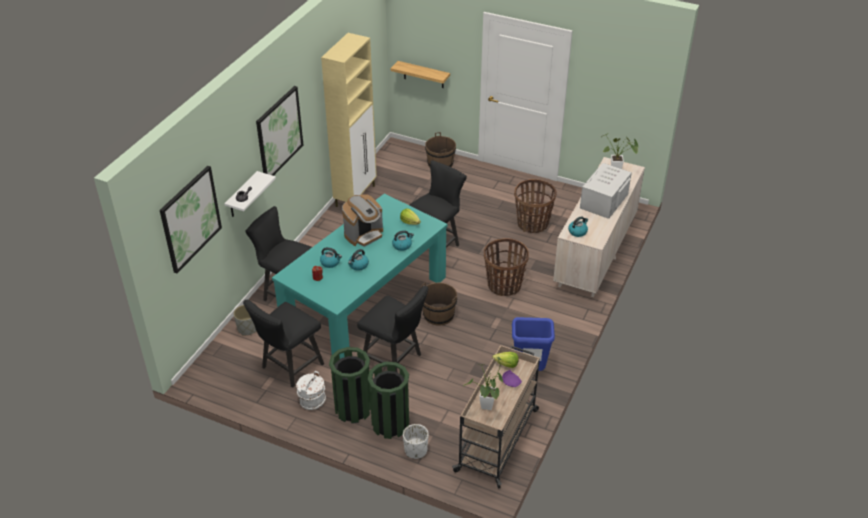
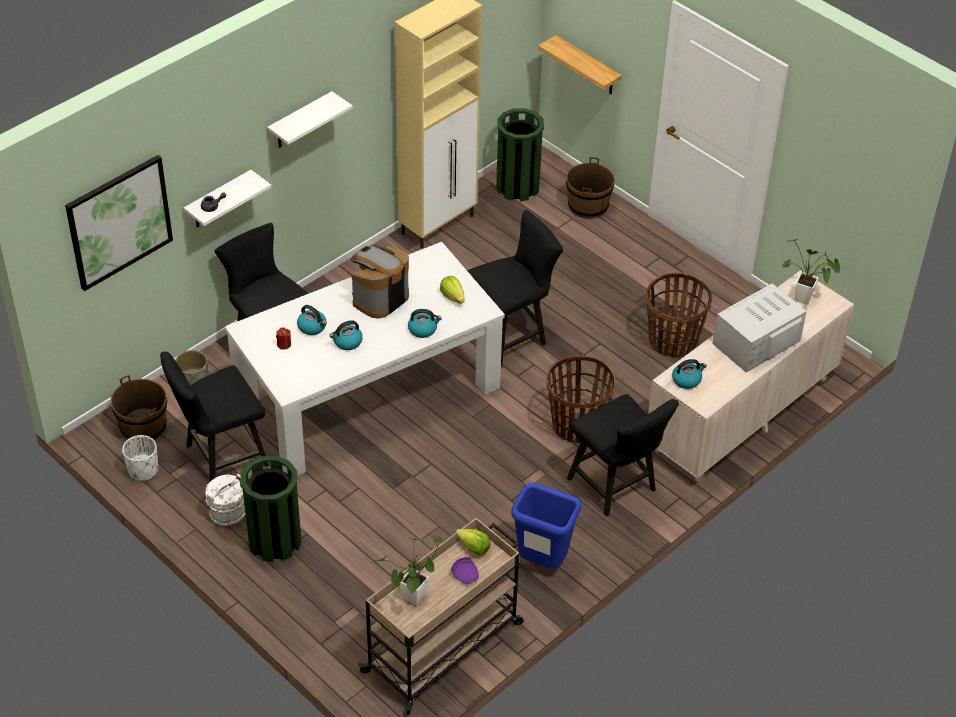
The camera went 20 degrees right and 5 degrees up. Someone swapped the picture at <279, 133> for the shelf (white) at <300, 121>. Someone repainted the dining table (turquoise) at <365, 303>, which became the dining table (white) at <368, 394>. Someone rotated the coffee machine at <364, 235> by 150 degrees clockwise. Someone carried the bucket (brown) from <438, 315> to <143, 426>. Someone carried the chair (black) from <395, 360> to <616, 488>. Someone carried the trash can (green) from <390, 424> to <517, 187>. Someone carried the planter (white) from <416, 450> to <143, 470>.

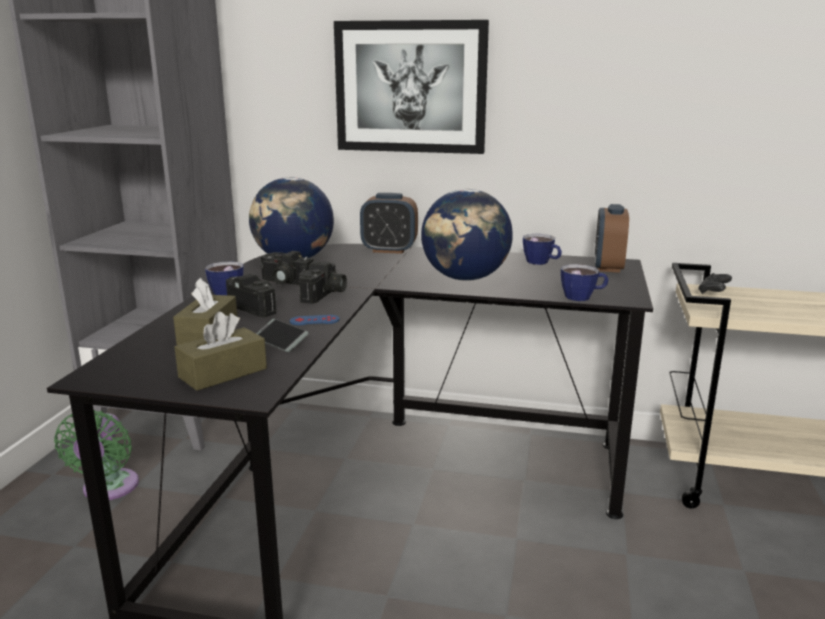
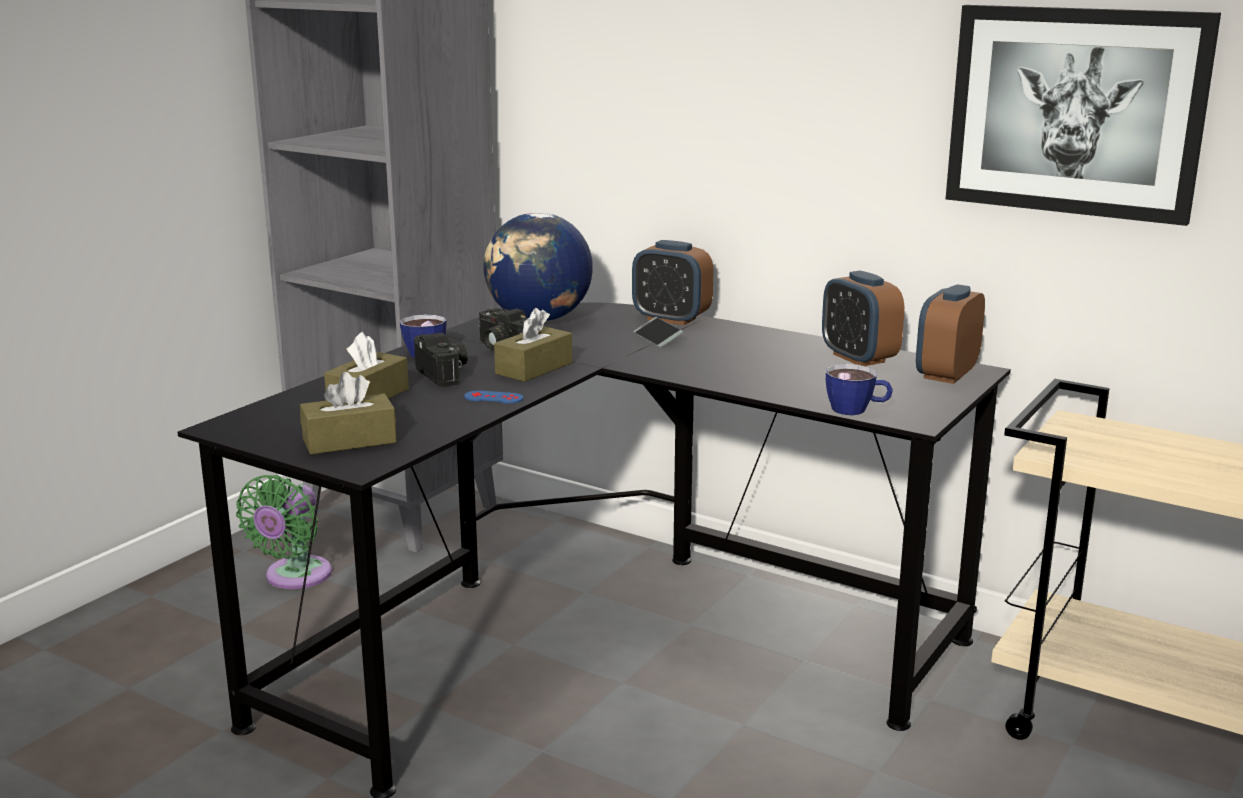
The camera went 20 degrees right and 0 degrees up. Someone carried the picture from <410, 87> to <1075, 111>. Someone took away the globe at <465, 278>. Someone swapped the cup at <542, 262> for the alarm clock at <858, 358>. Someone swapped the photo camera at <324, 295> for the tissue box (brown) at <534, 368>. Someone took away the game controller (black) at <713, 292>. Someone carried the phone from <281, 341> to <657, 338>.

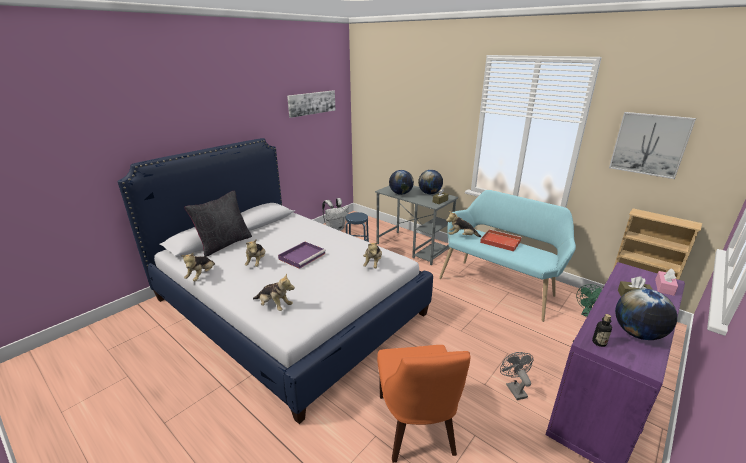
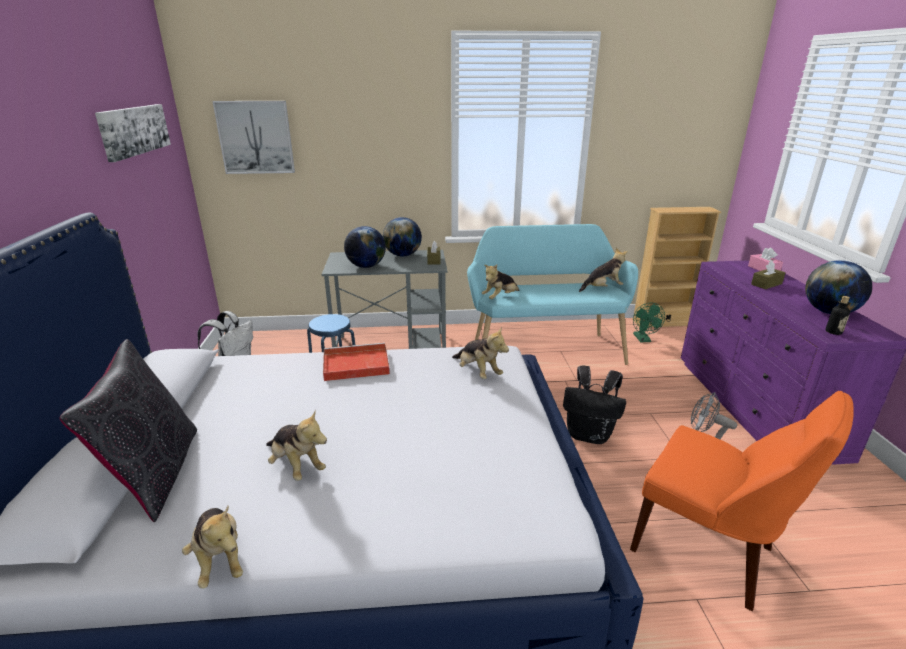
The camera went 45 degrees left and 0 degrees up. Someone carried the picture from <649, 144> to <255, 137>. Someone carried the tray (red) from <499, 241> to <354, 365>. Someone took away the tray (purple) at <302, 256>. Someone carried the plush toy from <274, 306> to <602, 288>. Someone put down the backpack (black) at <589, 435>.

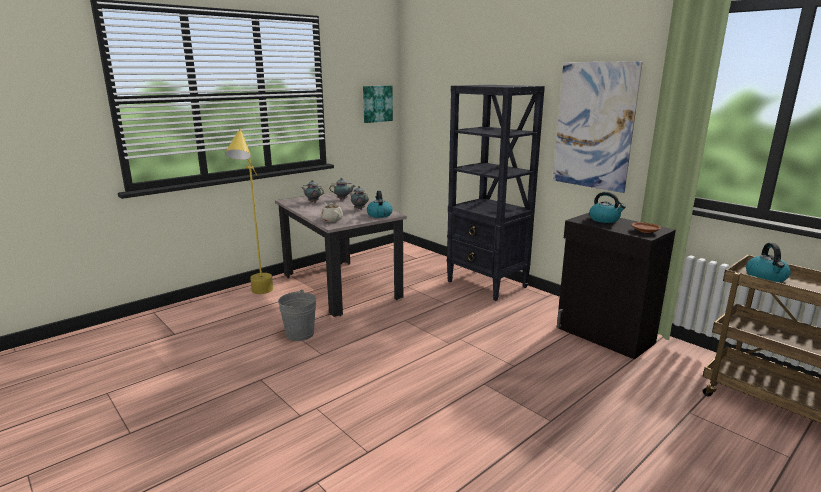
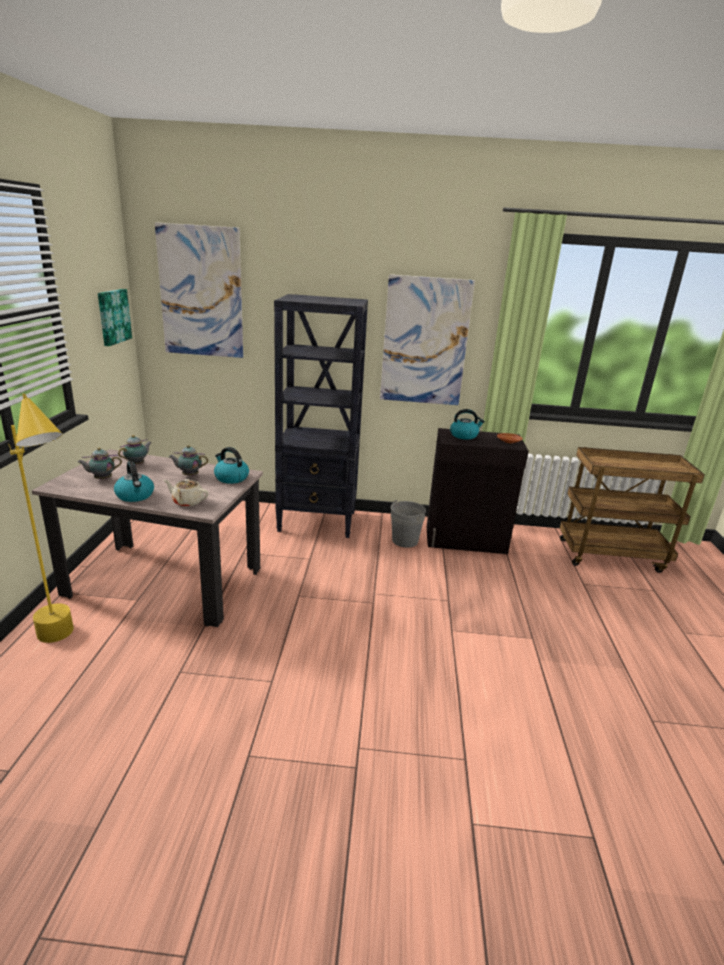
The camera went 45 degrees left and 5 degrees up. Someone carried the kettle from <766, 277> to <135, 496>. Someone carried the bucket (grey) from <300, 334> to <405, 540>. Someone put up the picture at <201, 292>.

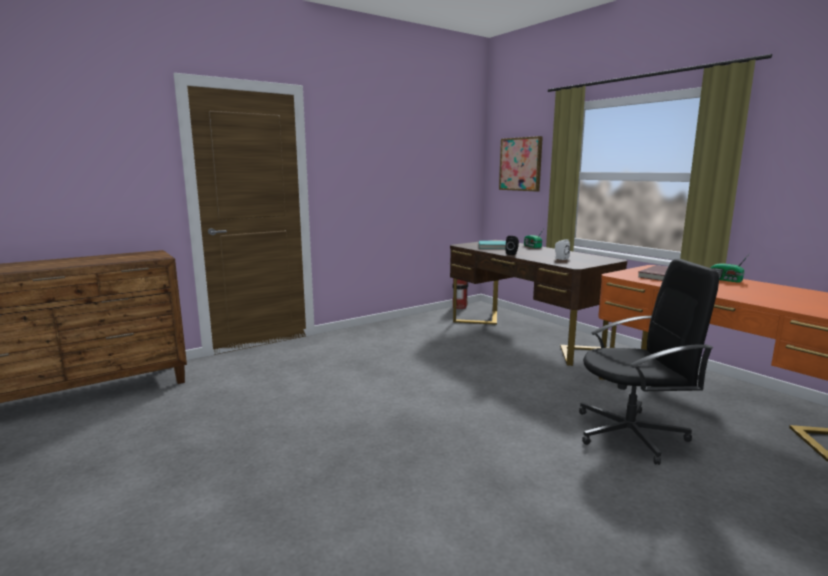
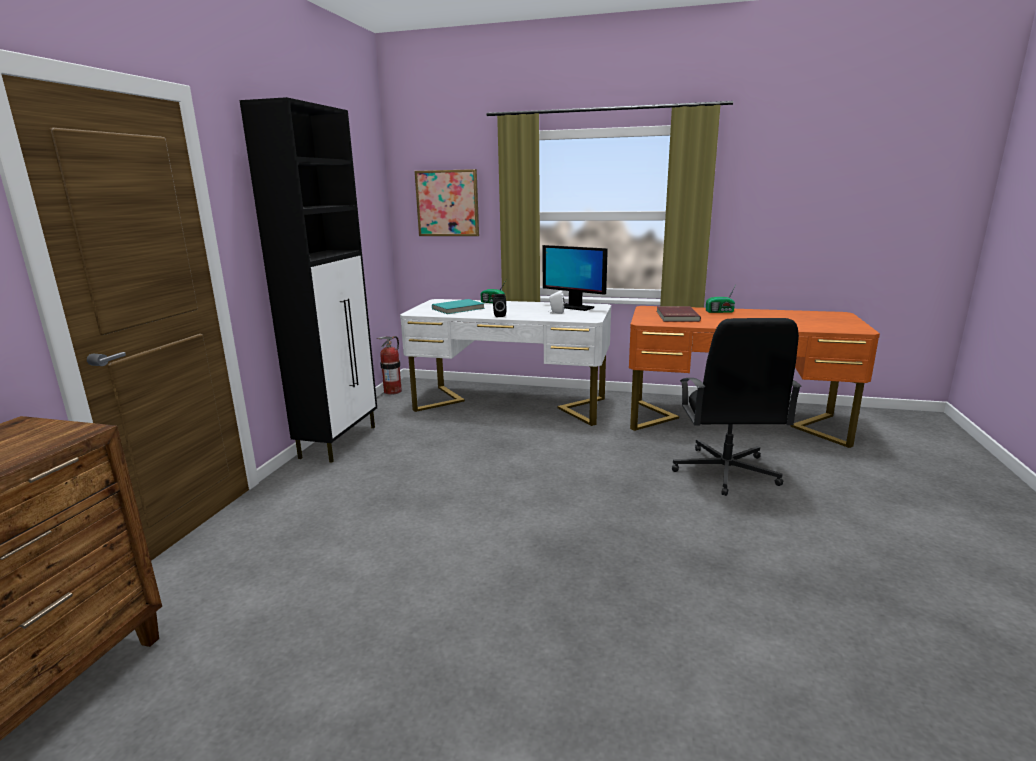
The camera went 40 degrees left and 5 degrees up. Someone repainted the desk (brown) at <526, 334>, which became the desk (white) at <510, 404>. Someone rotated the office chair (black) at <631, 434> by 135 degrees clockwise. Someone put down the cabinet (black) at <339, 441>. Someone put down the monitor at <575, 307>.

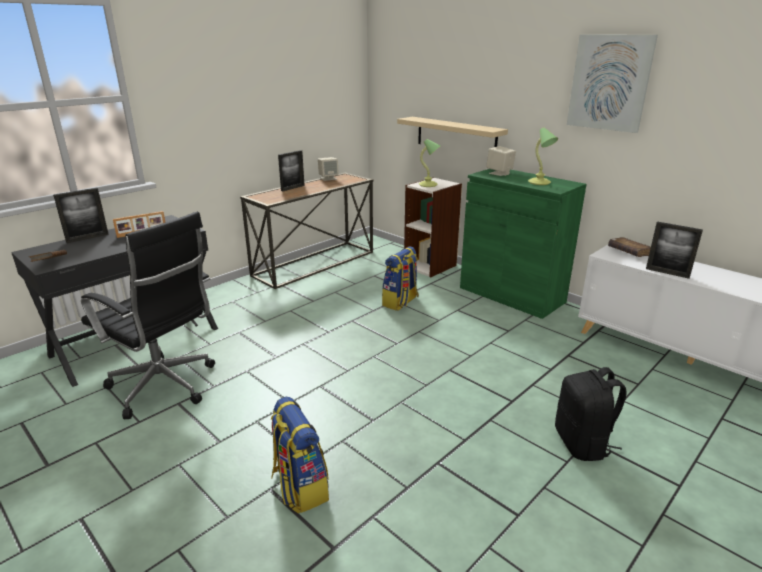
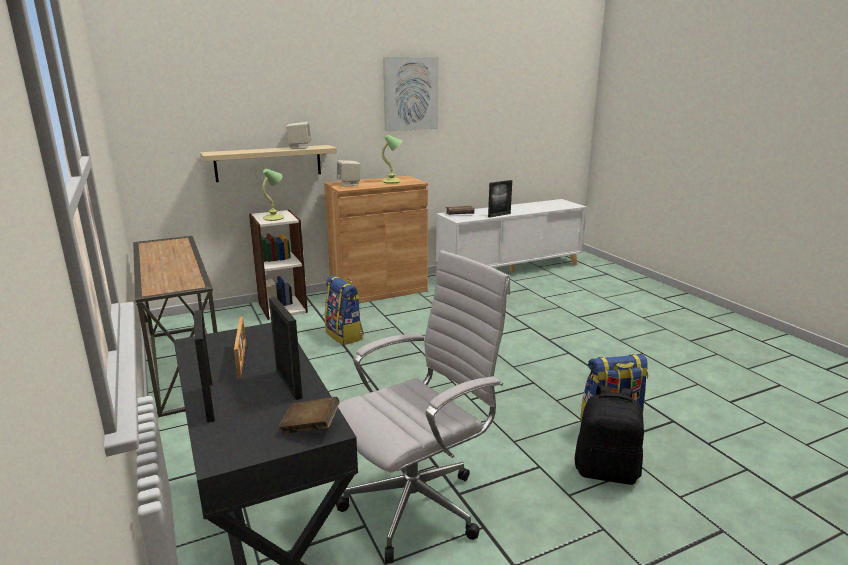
The camera went 70 degrees left and 5 degrees down. Someone carried the picture frame from <292, 188> to <288, 384>. Someone carried the speaker (beige) from <328, 178> to <299, 147>. Someone repainted the cabinet (green) at <511, 295>, which became the cabinet (brown) at <379, 291>. Someone repainted the office chair (black) at <165, 387>, which became the office chair (white) at <419, 504>. Someone carried the backpack (black) from <582, 444> to <606, 471>.

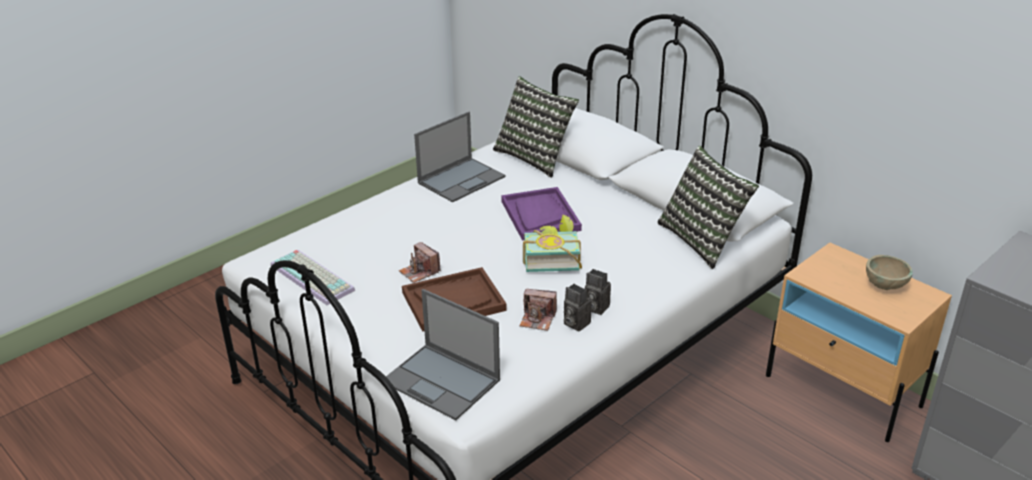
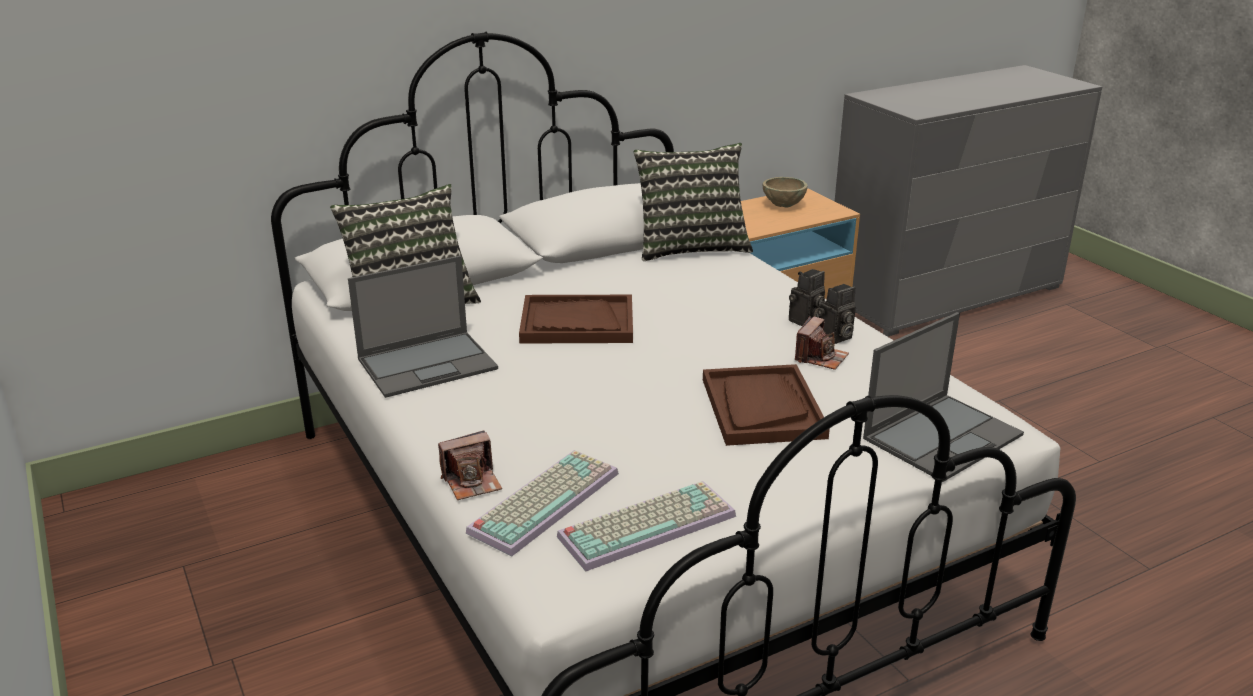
The camera went 75 degrees left and 5 degrees down. Someone rotated the laptop at <462, 179> by 90 degrees clockwise. Someone repainted the tray (purple) at <540, 215>, which became the tray (brown) at <577, 323>. Someone took away the book at <551, 258>. Someone carried the photo camera from <419, 272> to <472, 482>. Someone put down the keyboard at <544, 500>.

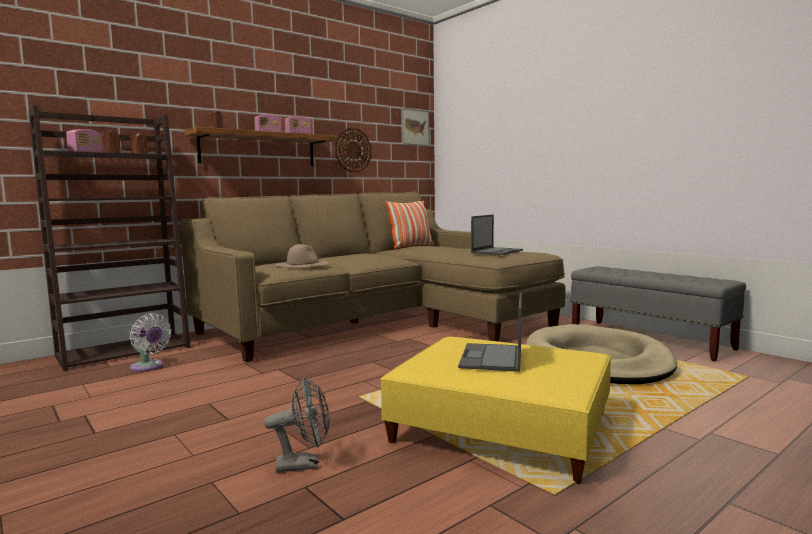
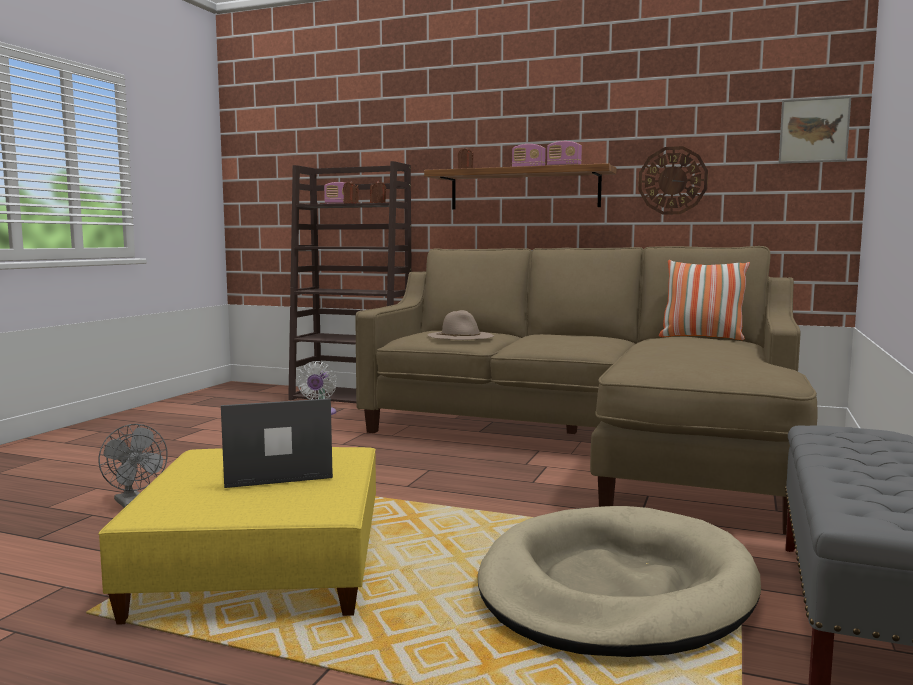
The camera went 60 degrees right and 0 degrees up. Someone took away the laptop at <497, 251>.

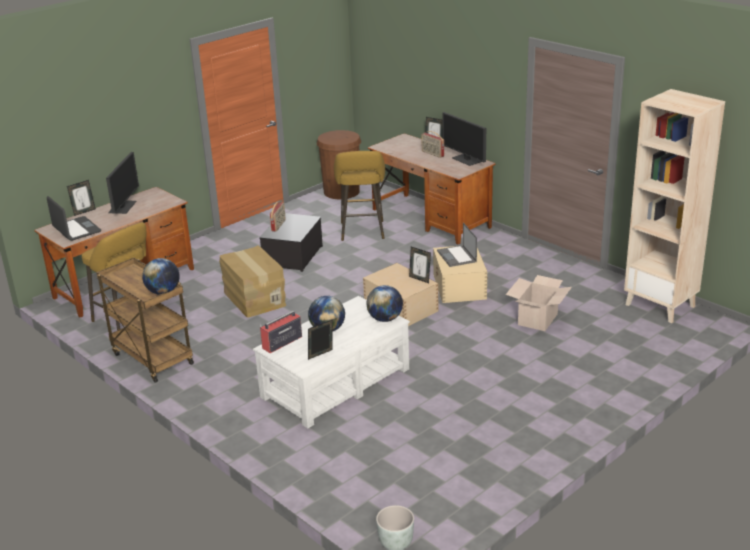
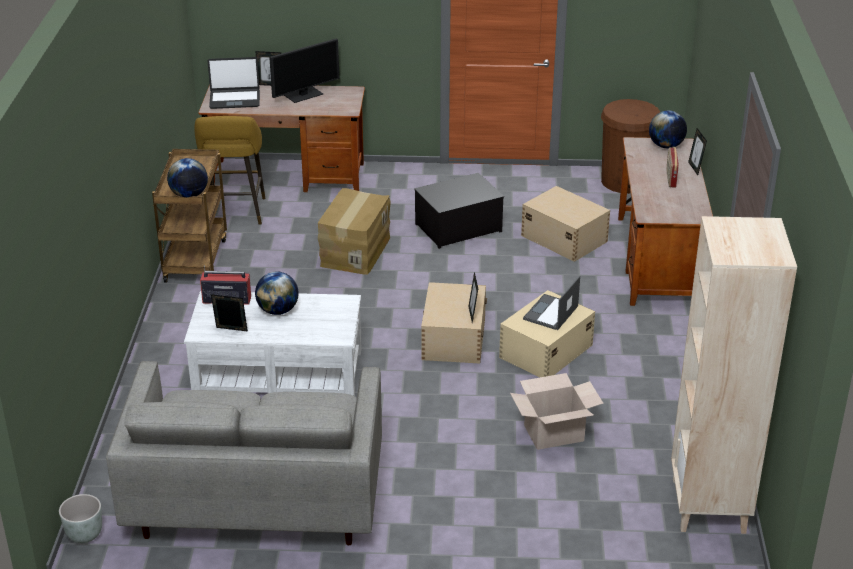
The camera went 45 degrees right and 5 degrees up. Someone took away the monitor at <467, 160>. Someone swapped the stool (yellow) at <362, 232> for the storage box (beige) at <563, 238>. Someone rotated the laptop at <76, 230> by 75 degrees clockwise. Someone took away the radio at <279, 225>. Someone carried the globe from <385, 319> to <666, 146>. Someone put down the sofa (grey) at <256, 501>.

